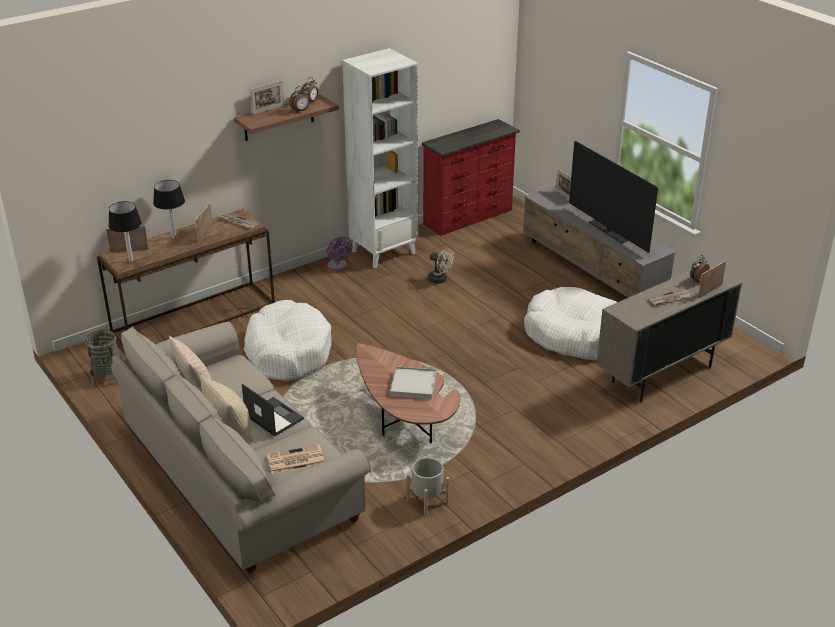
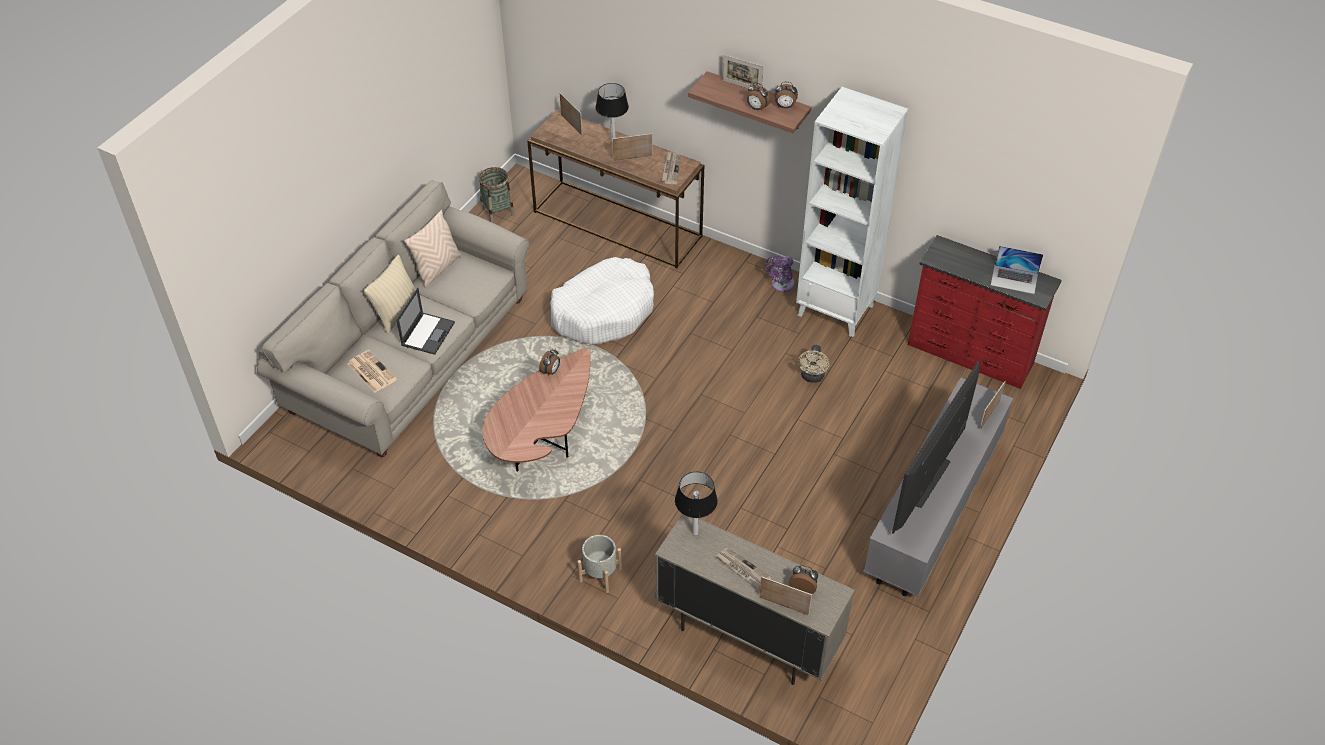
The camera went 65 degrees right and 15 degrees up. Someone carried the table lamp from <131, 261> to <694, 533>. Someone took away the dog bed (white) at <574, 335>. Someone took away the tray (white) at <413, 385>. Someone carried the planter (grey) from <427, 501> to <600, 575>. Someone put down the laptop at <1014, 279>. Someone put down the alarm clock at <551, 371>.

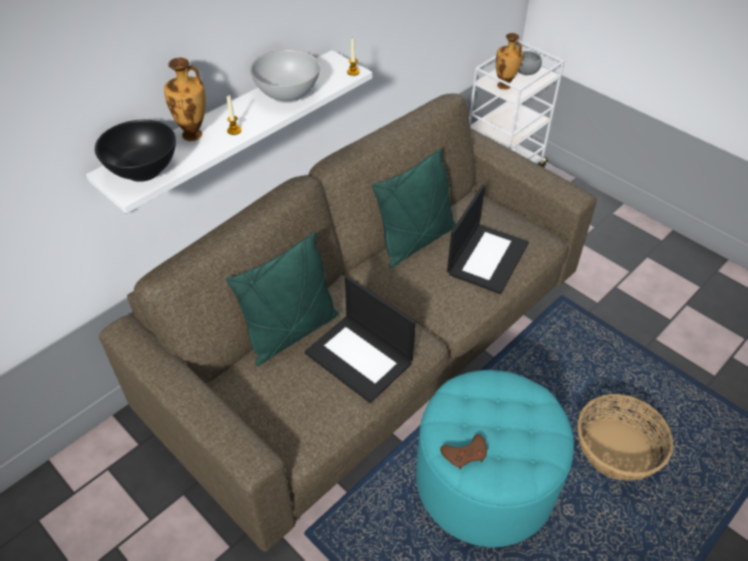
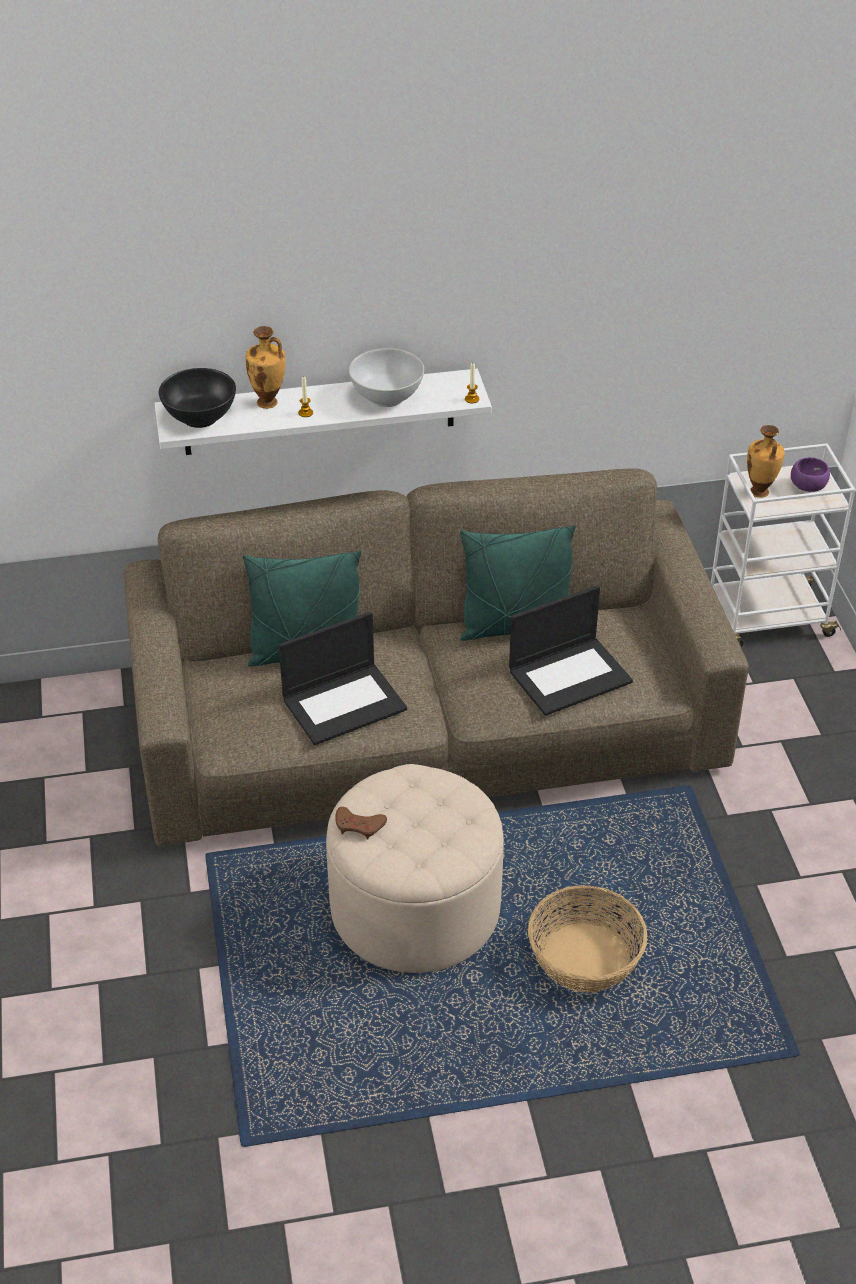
The camera went 35 degrees right and 5 degrees down. Someone repainted the bowl (grey) at <527, 72>, which became the bowl (purple) at <808, 487>. Someone rotated the laptop at <360, 358> by 105 degrees counterclockwise. Someone repainted the ottoman (turquoise) at <485, 481>, which became the ottoman (beige) at <415, 907>.

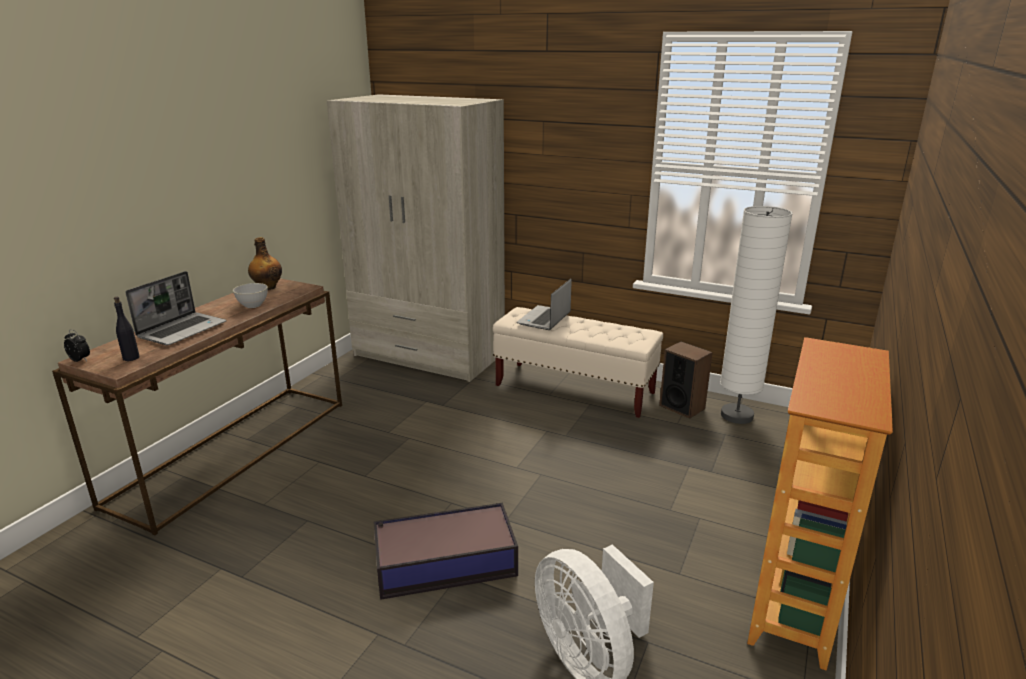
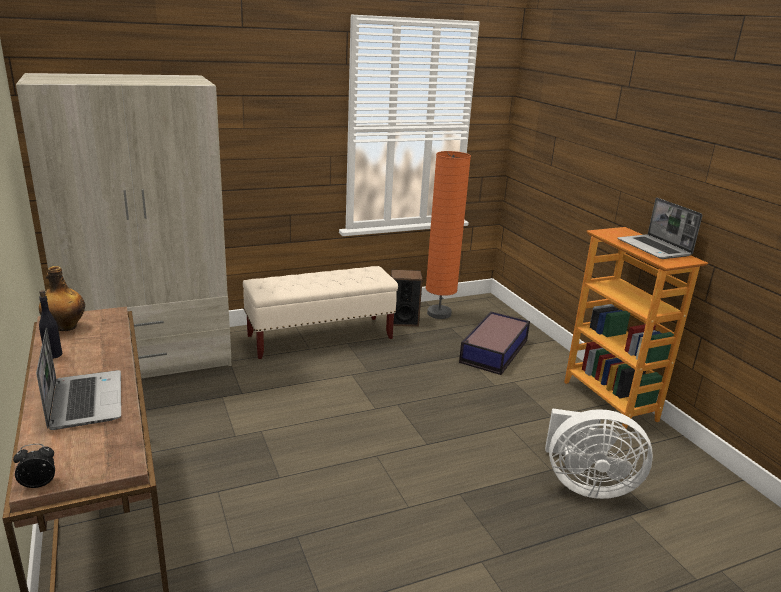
The camera went 50 degrees left and 0 degrees up. Someone repainted the floor lamp (white) at <737, 416>, which became the floor lamp (orange) at <439, 313>. Someone carried the laptop from <544, 319> to <654, 248>. Someone took away the bowl (grey) at <253, 305>. Someone carried the bottle (black) from <131, 358> to <53, 355>. Someone carried the storage box from <443, 562> to <493, 351>.

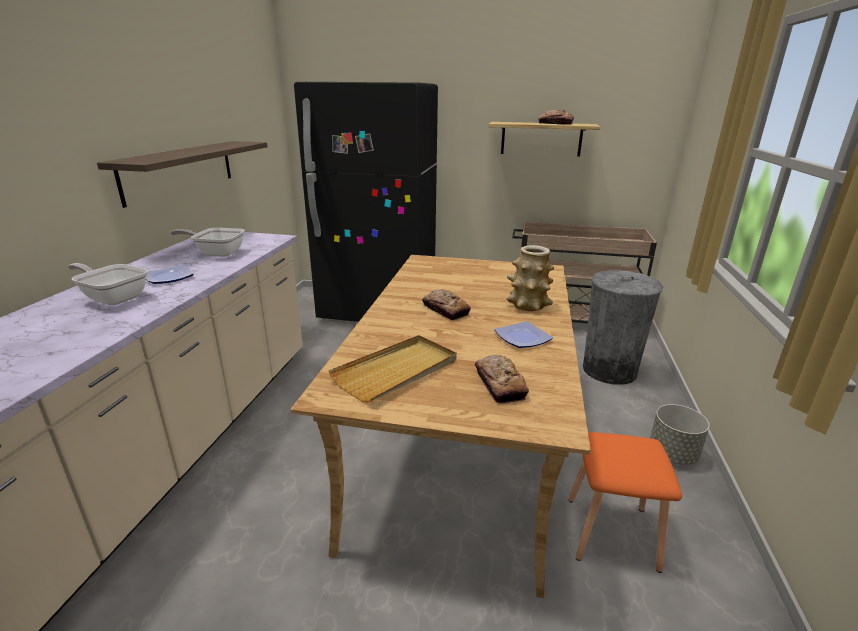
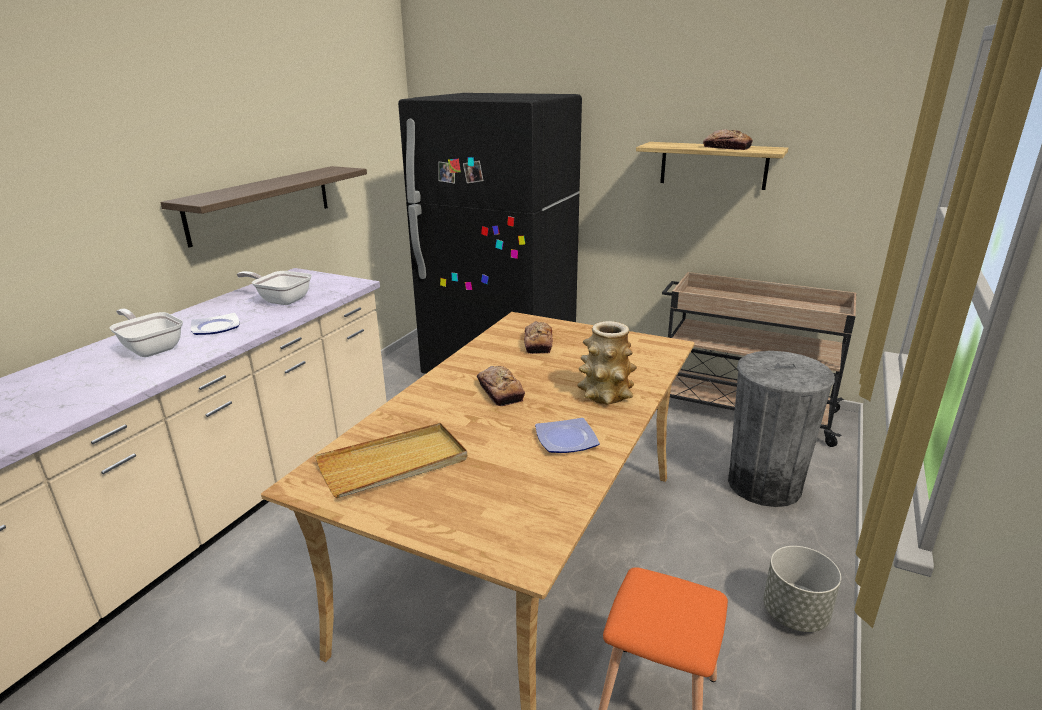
The camera went 15 degrees right and 0 degrees up. Someone carried the bread from <499, 384> to <538, 343>.

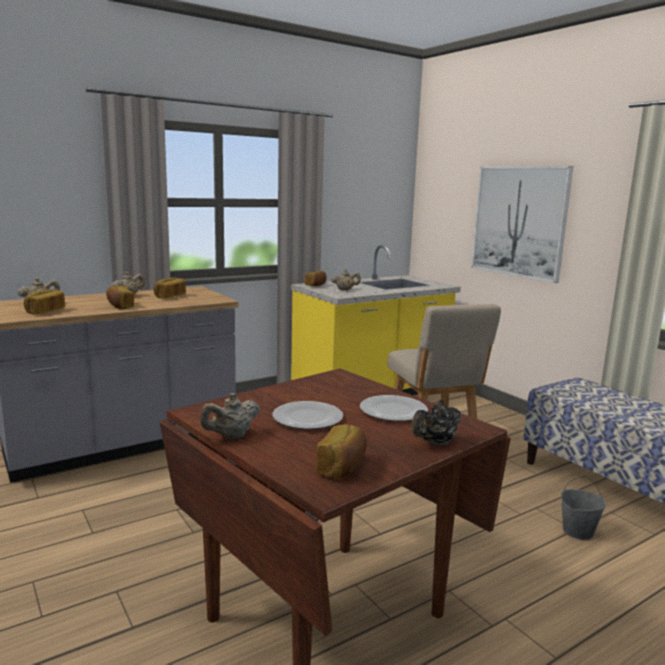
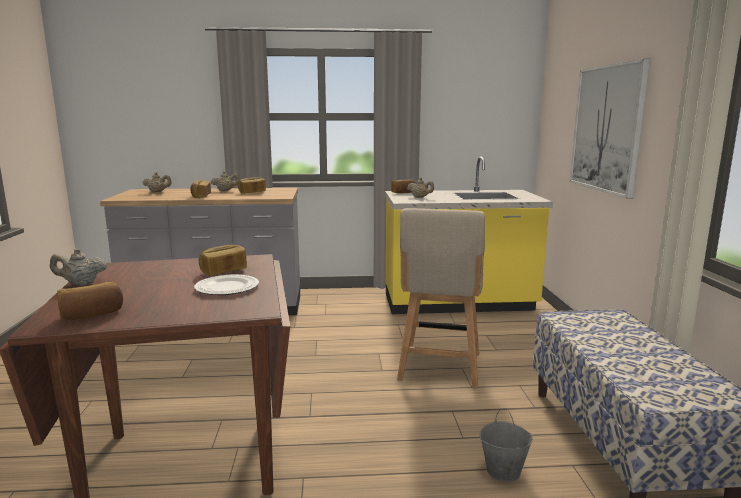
The camera went 30 degrees right and 0 degrees up. Someone carried the bread from <44, 311> to <223, 271>. Someone took away the teapot (black) at <435, 443>. Someone took away the plate at <307, 418>.

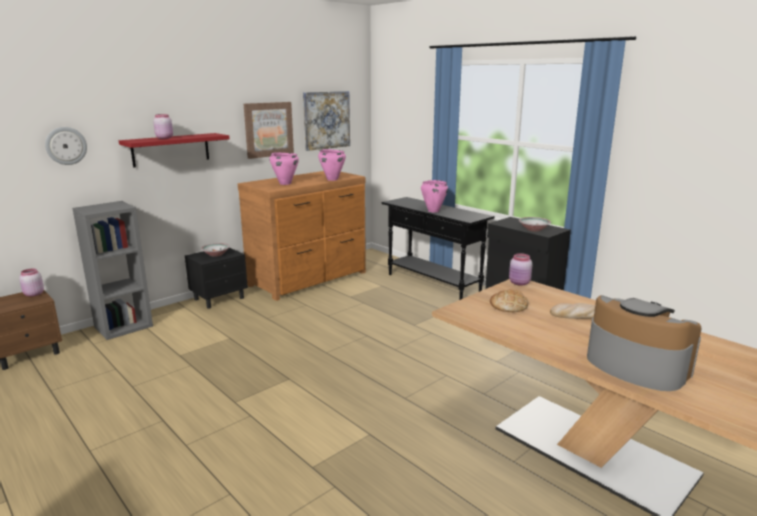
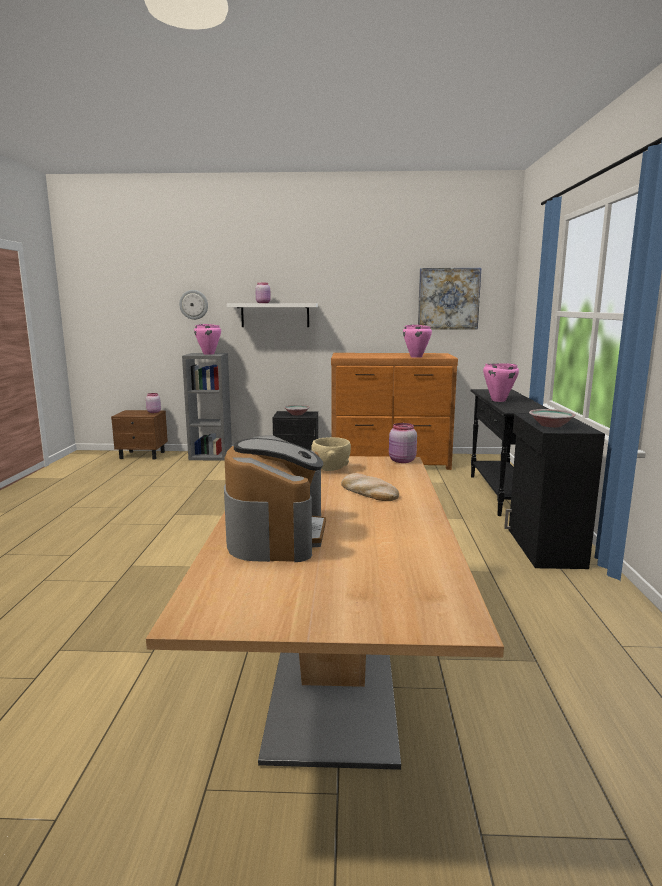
The camera went 45 degrees right and 5 degrees down. Someone took away the picture at <268, 129>. Someone repainted the shelf (red) at <171, 149>, which became the shelf (white) at <275, 315>. Someone carried the cooking pot (pink) from <285, 183> to <209, 354>. Someone swapped the bread at <508, 305> for the bowl (beige) at <330, 469>.

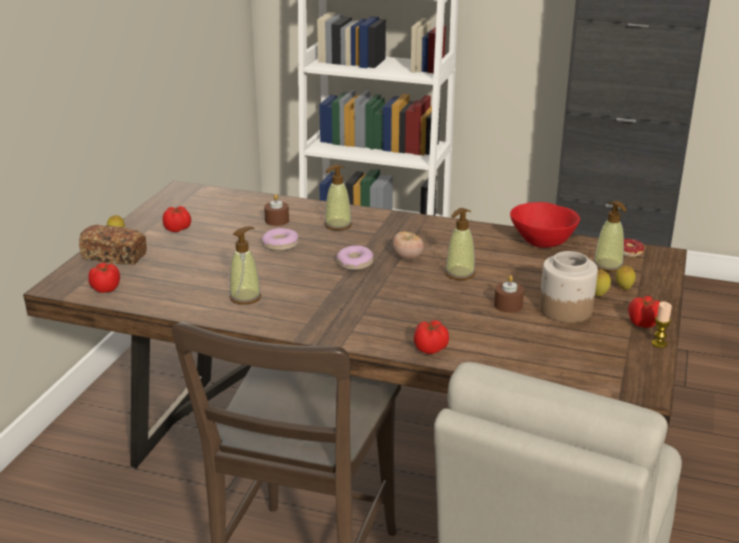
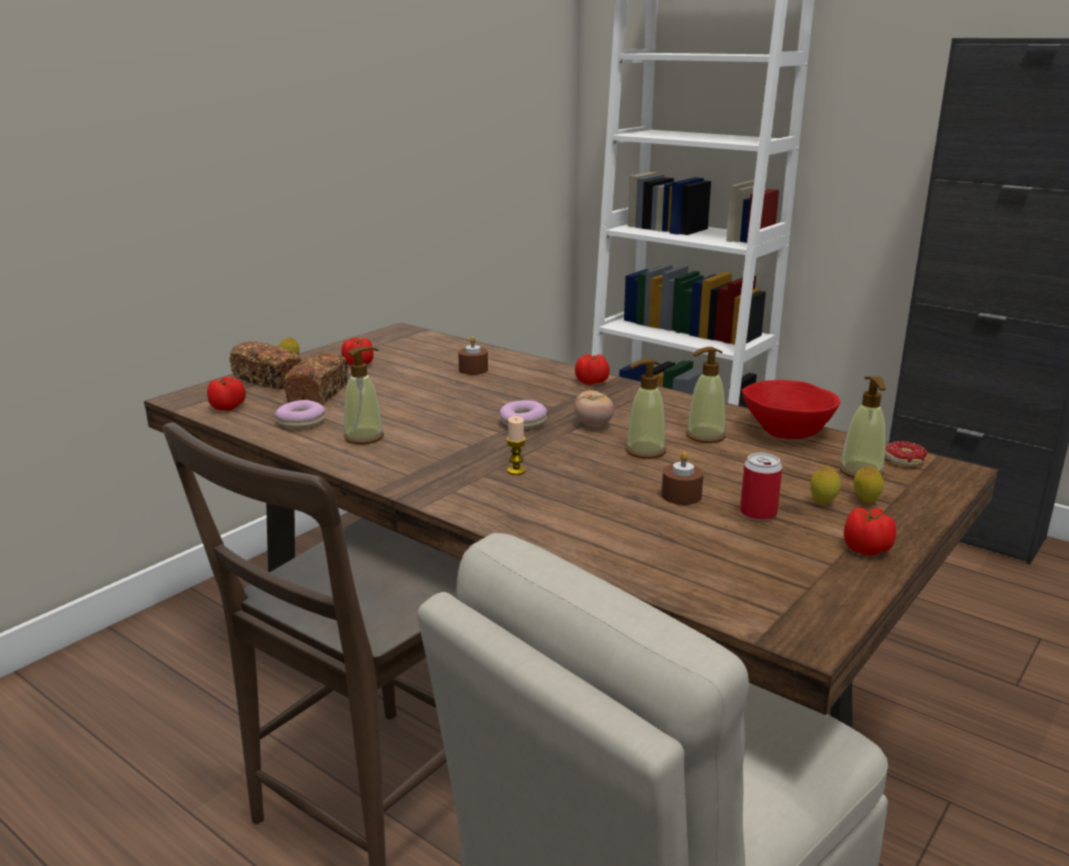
The camera went 20 degrees right and 5 degrees down. Someone carried the soap dispenser from <338, 225> to <705, 436>. Someone carried the donut from <280, 245> to <301, 422>. Someone swapped the jar at <565, 310> for the can at <758, 513>. Someone carried the candle from <659, 343> to <516, 471>. Someone carried the tomato from <431, 349> to <592, 382>. Someone put down the bread at <318, 394>.

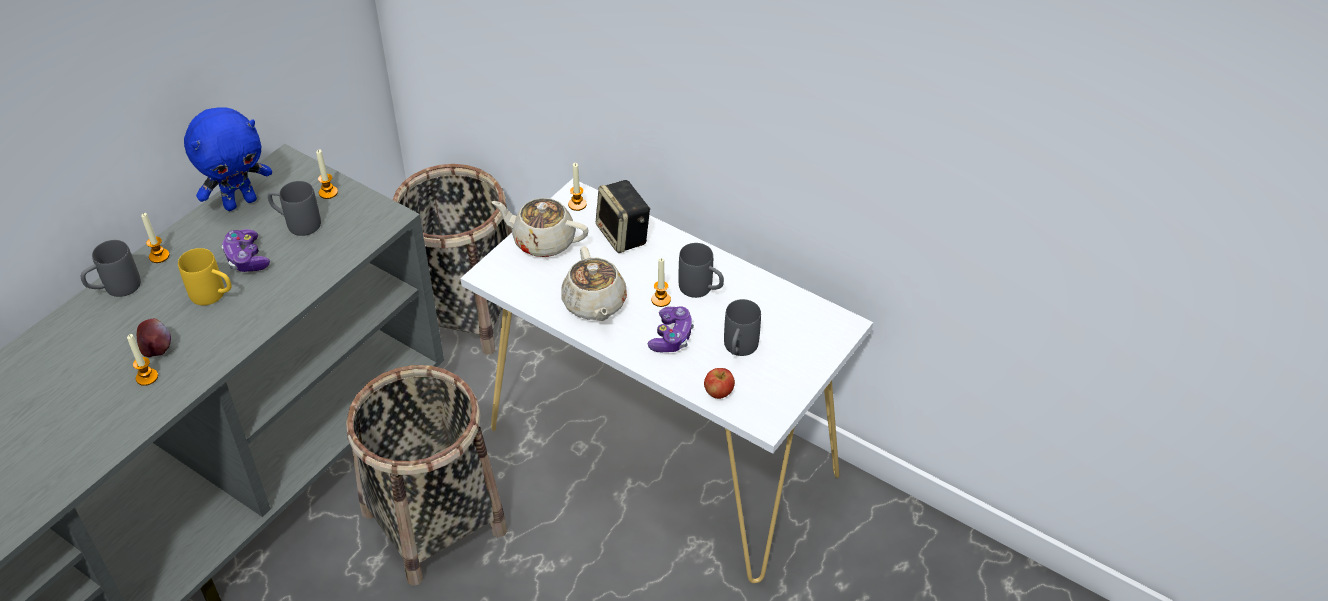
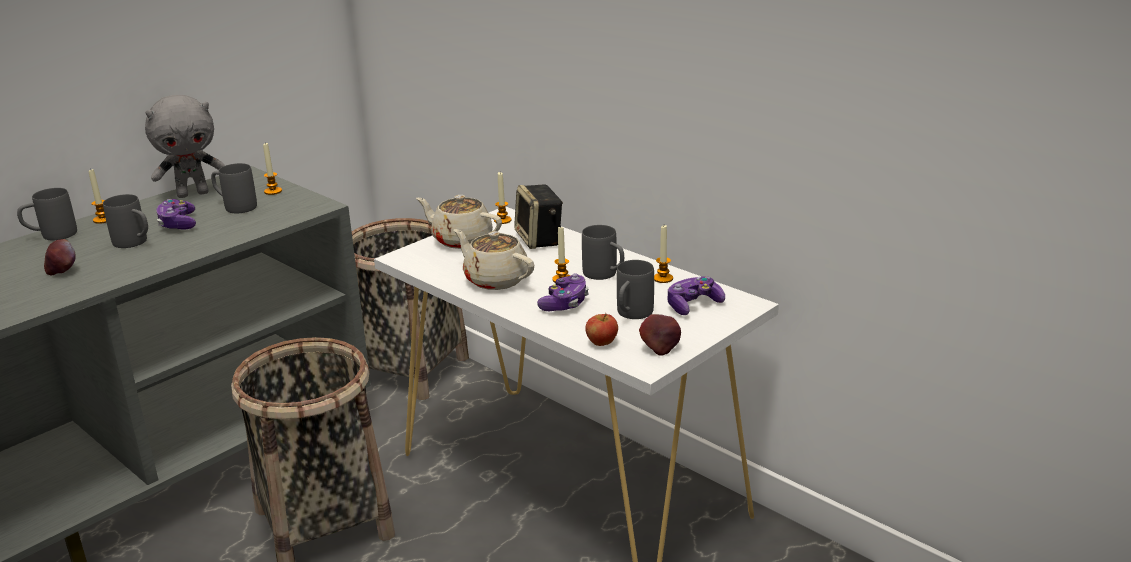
The camera went 10 degrees right and 20 degrees down. Someone repainted the plush toy (blue) at <240, 202>, which became the plush toy (grey) at <193, 194>. Someone rotated the teapot (beige) at <594, 304> by 135 degrees clockwise. Someone repainted the mug (yellow) at <214, 295>, which became the mug (grey) at <135, 243>. Someone carried the candle from <147, 377> to <663, 278>. Someone put down the game controller at <693, 305>. Someone put down the apple at <660, 348>.

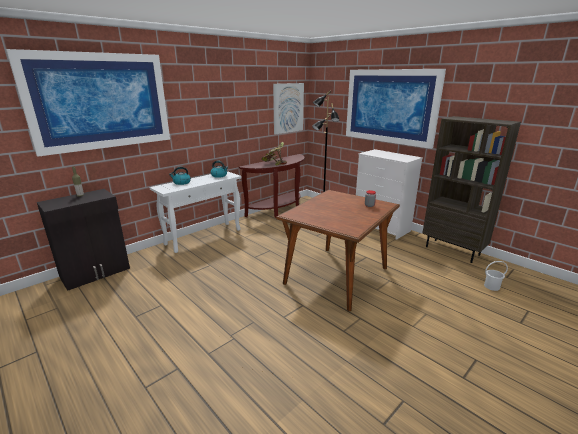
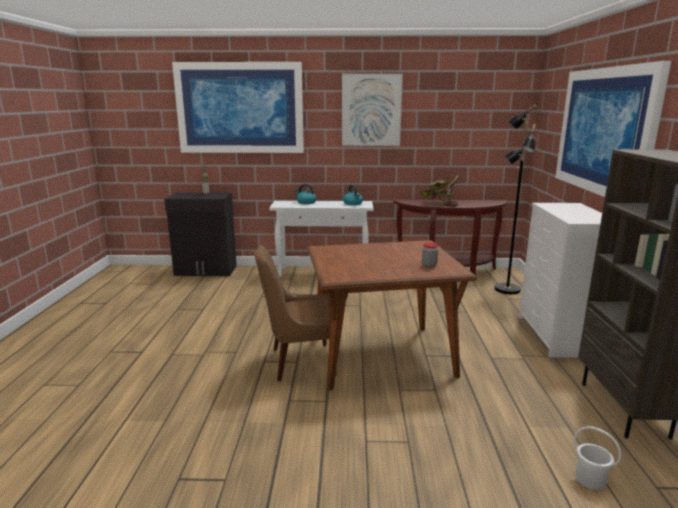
The camera went 45 degrees right and 5 degrees down. Someone carried the picture from <288, 108> to <371, 110>. Someone put down the chair (brown) at <300, 362>.

